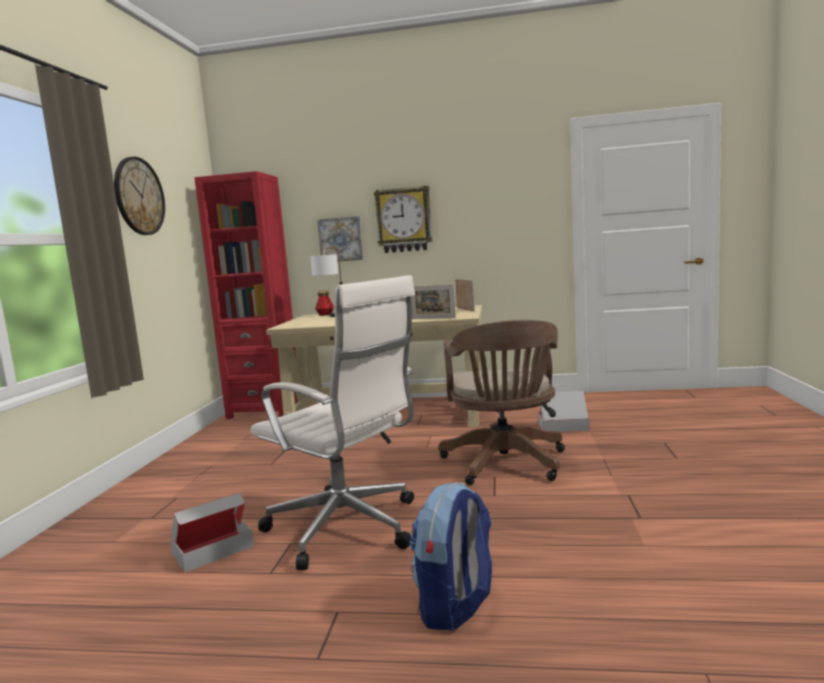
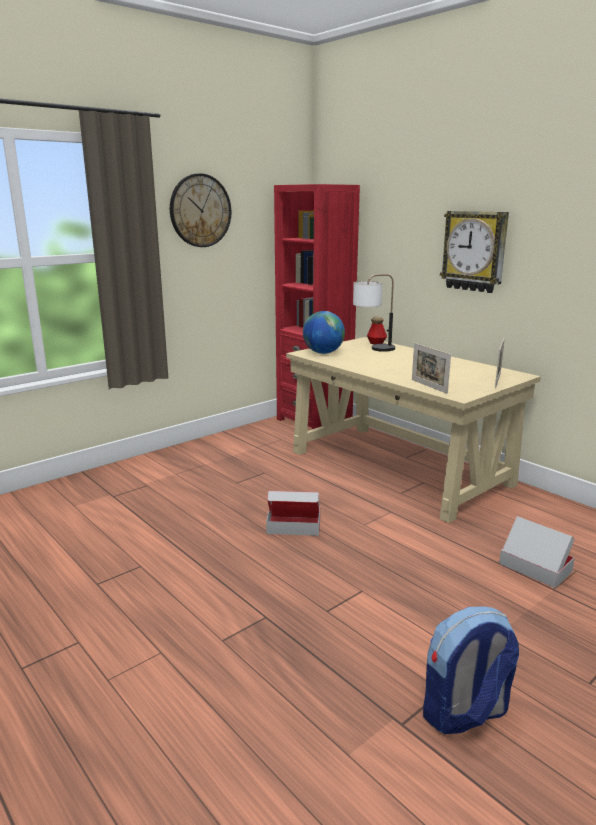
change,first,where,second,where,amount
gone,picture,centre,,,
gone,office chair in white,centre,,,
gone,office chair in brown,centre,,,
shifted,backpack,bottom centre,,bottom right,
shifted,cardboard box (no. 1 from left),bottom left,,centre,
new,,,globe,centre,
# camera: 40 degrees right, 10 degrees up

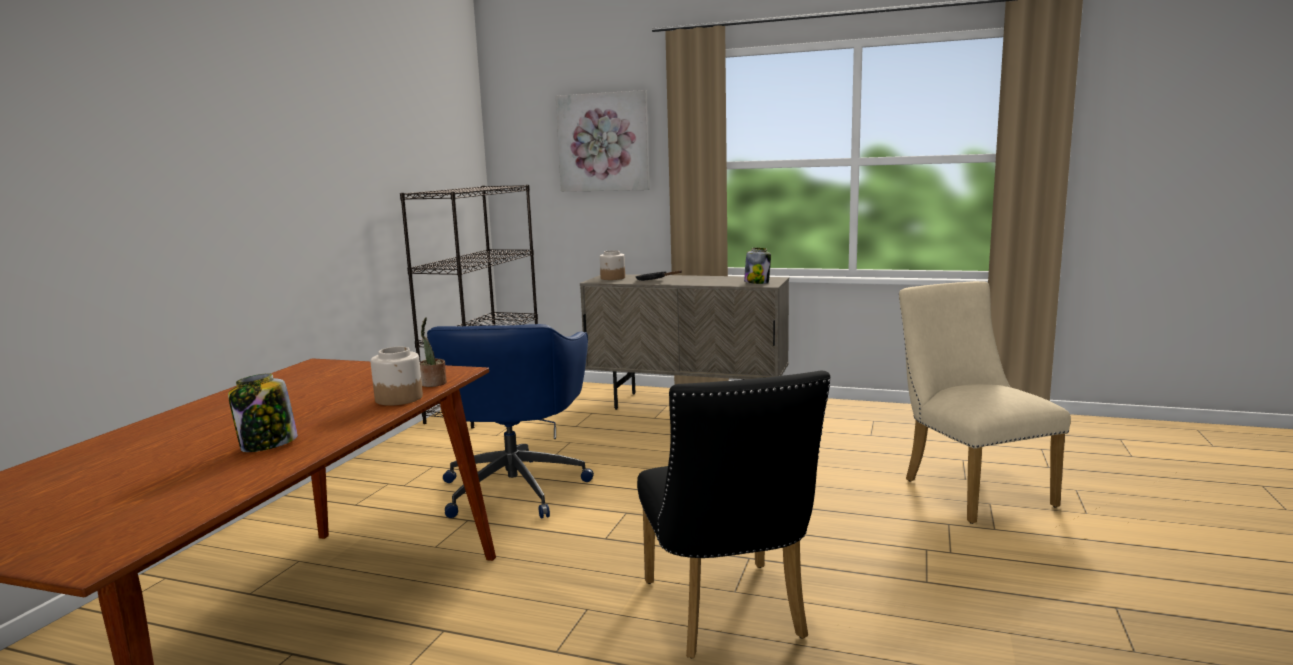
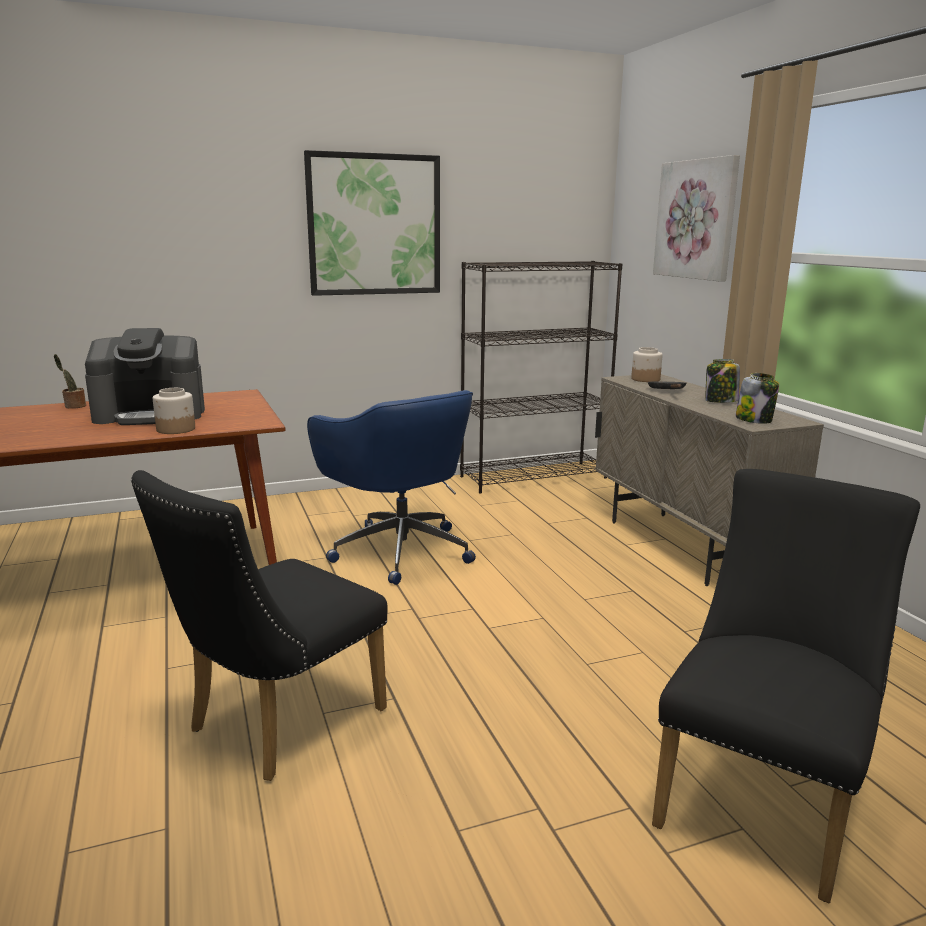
change,first,where,second,where,amount
repainted,chair in beige,middle right,chair in black (no. 2 from left),bottom right,
shifted,potted plant,centre,,middle left,
rotated,office chair in blue,centre,,centre,90 degrees counterclockwise
shifted,jar (no. 1 from left in the first image),middle left,jar (no. 3 from left),middle right,
new,,,picture (no. 1 from left),top centre,
new,,,coffee machine,middle left,
# camera: 50 degrees right, 5 degrees up

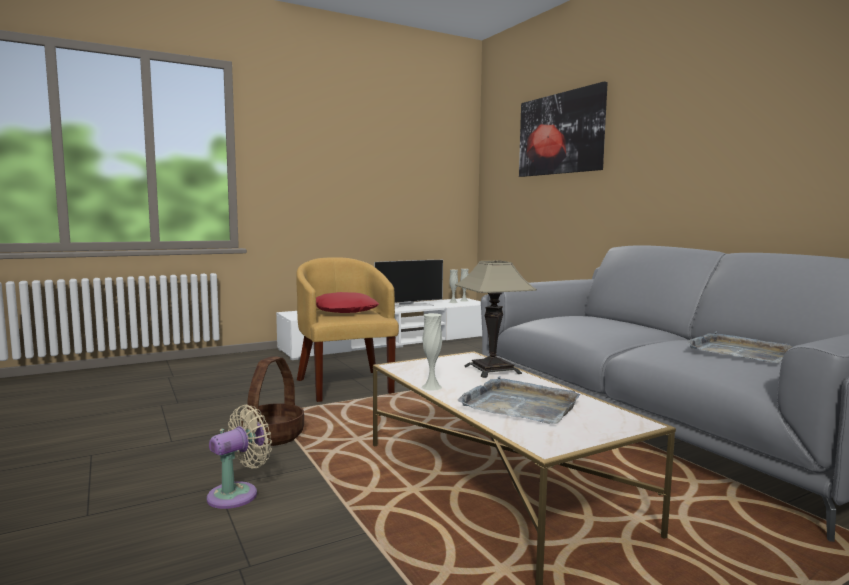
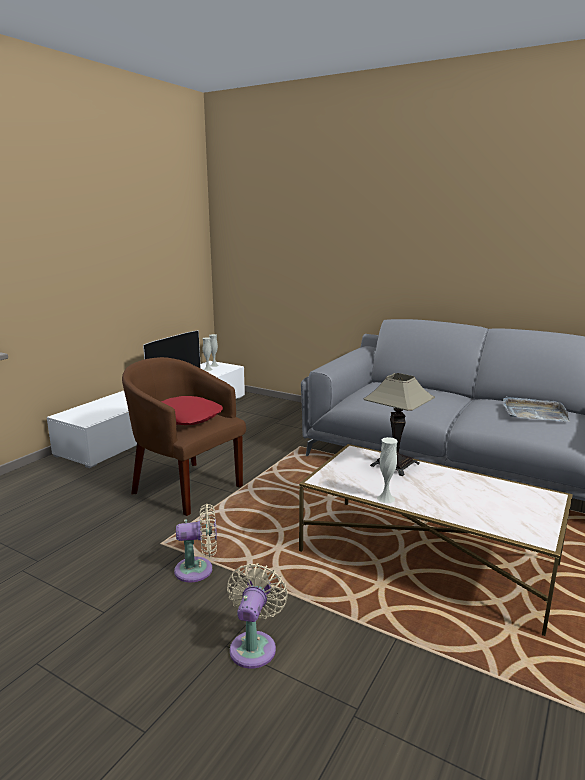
change,first,where,second,where,amount
gone,picture,top centre,,,
repainted,armchair in yellow,centre,armchair in brown,middle left,
swapped,basket,bottom left,fan in beige (no. 1 from left),bottom centre,
gone,tray in grey (no. 1 from left),bottom centre,,,
# camera: 30 degrees left, 10 degrees up

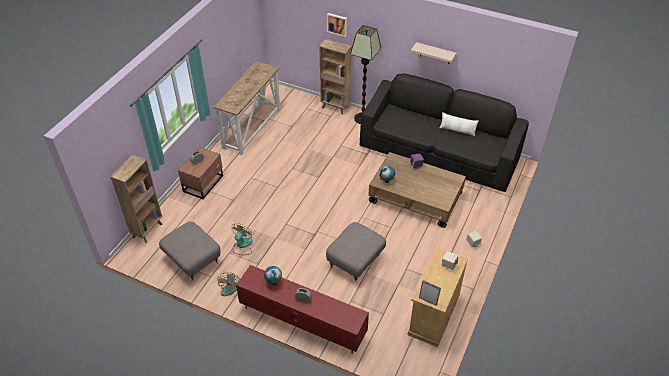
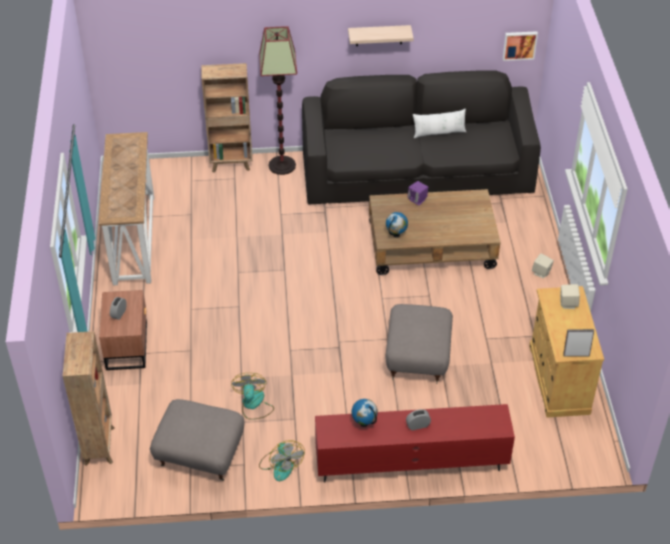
change,first,where,second,where,amount
shifted,picture,top centre,,top right,
# camera: 30 degrees left, 0 degrees up

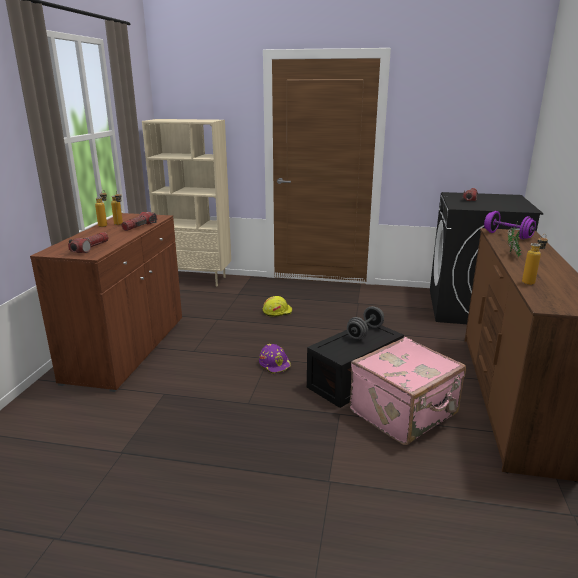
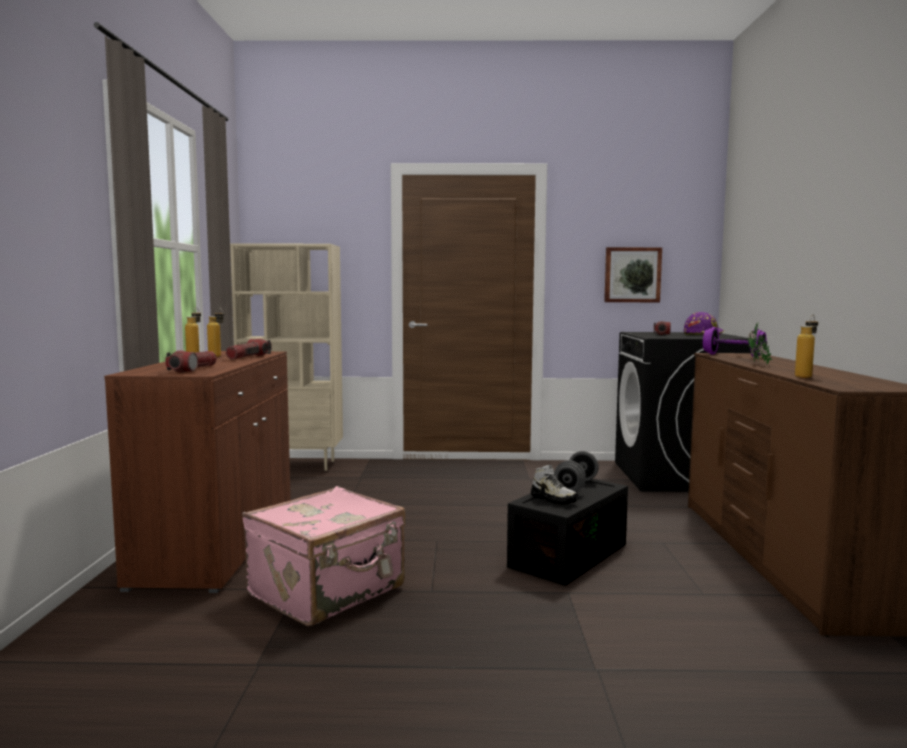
change,first,where,second,where,amount
gone,hard hat in yellow,centre,,,
shifted,suitcase in pink,bottom right,,bottom centre,
shifted,hard hat in purple,centre,,middle right,
new,,,picture,middle right,
new,,,shoe,centre,
# camera: 10 degrees left, 15 degrees down

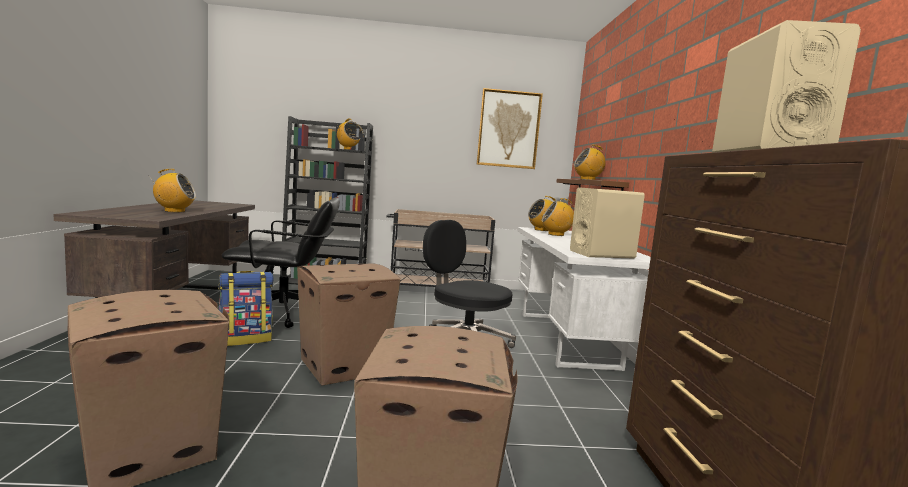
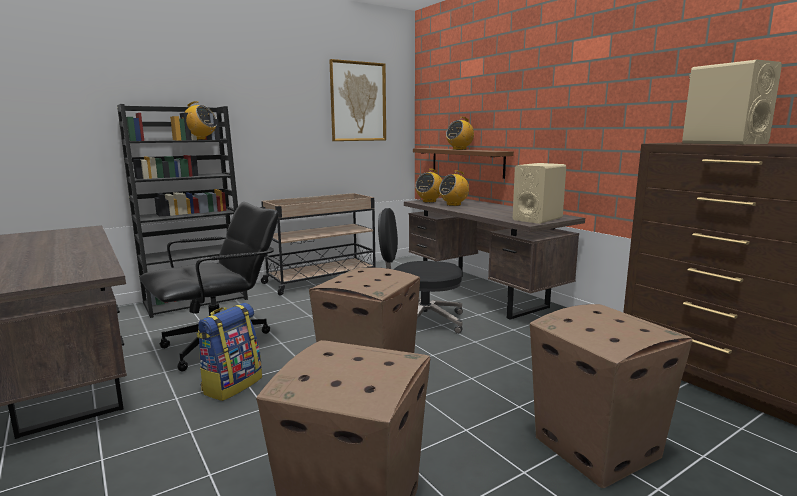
change,first,where,second,where,amount
gone,radio (no. 1 from left),middle left,,,
repainted,desk in white,centre,desk in brown (no. 2 from left),centre,
# camera: 30 degrees left, 5 degrees up

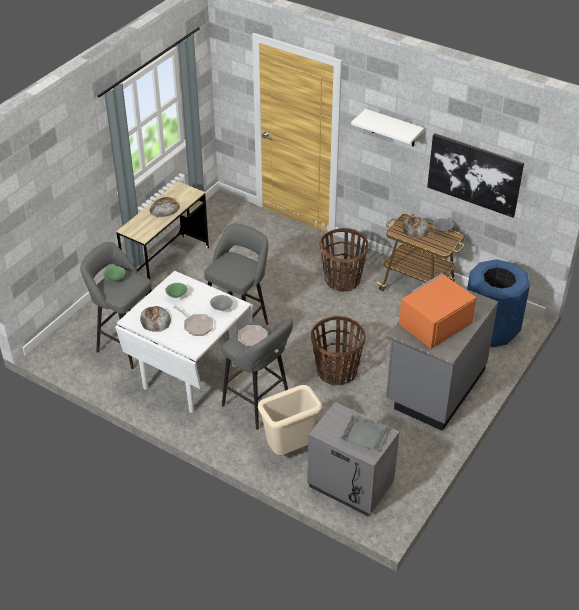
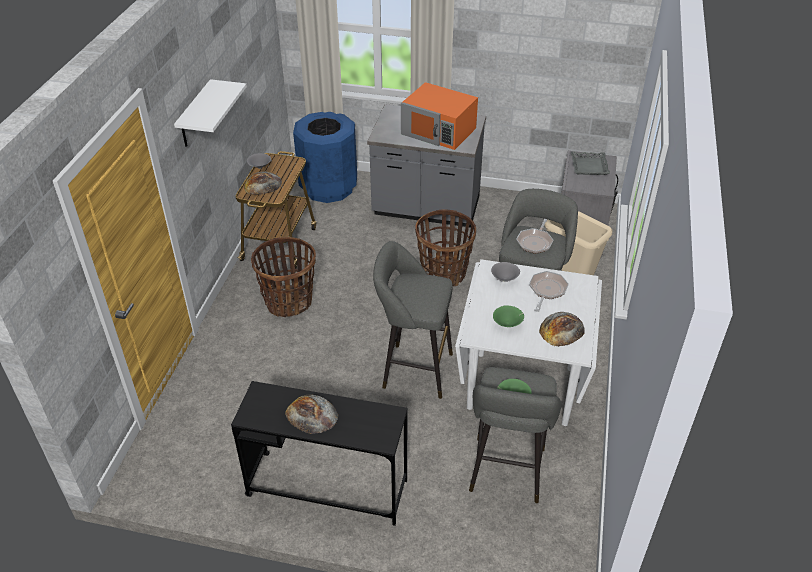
change,first,where,second,where,amount
gone,picture,top right,,,
repainted,desk in beige,middle left,desk in black,bottom centre,
# camera: 110 degrees left, 0 degrees up

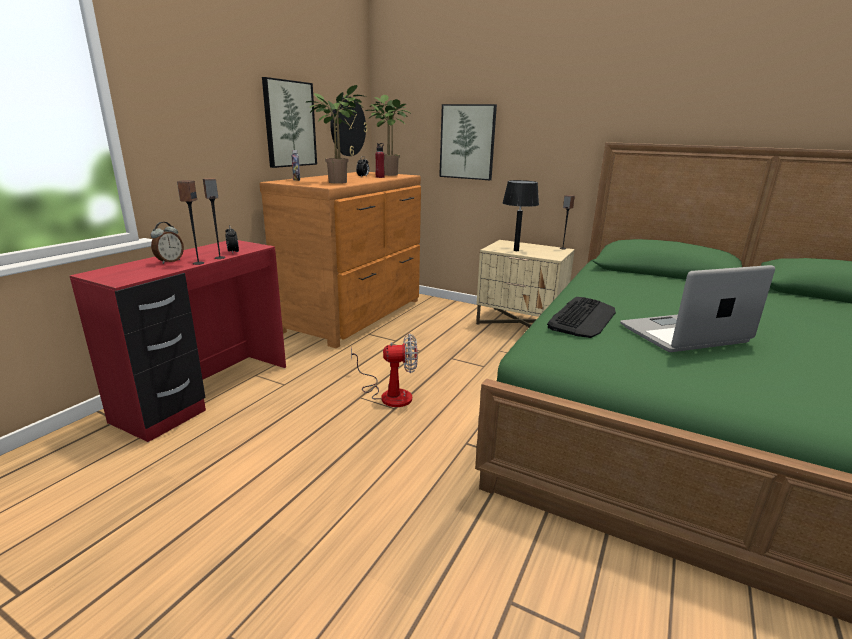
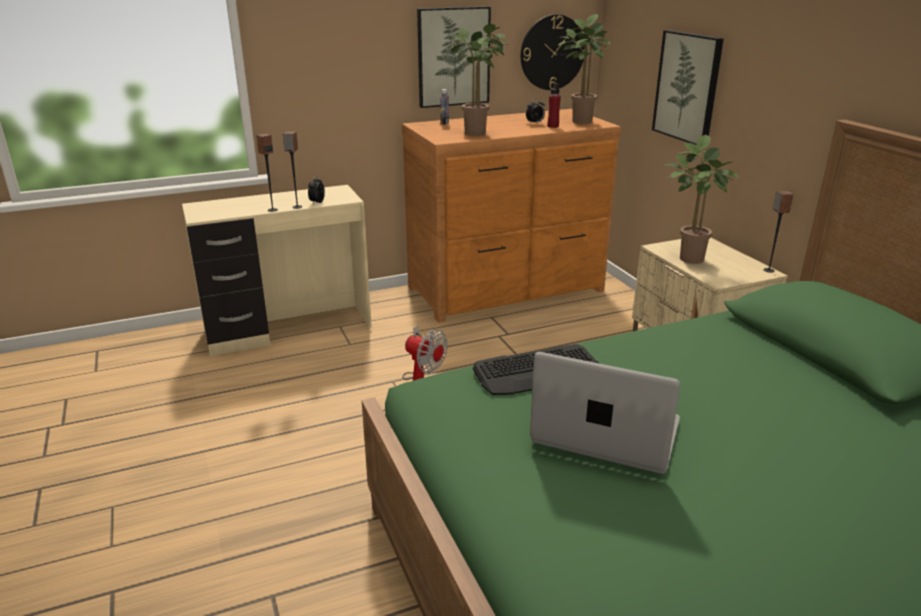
change,first,where,second,where,amount
swapped,table lamp in black,centre,potted plant (no. 3 from left),top right,
gone,alarm clock (no. 1 from left),middle left,,,
repainted,desk in red,middle left,desk in beige,middle left,
# camera: 40 degrees right, 5 degrees up

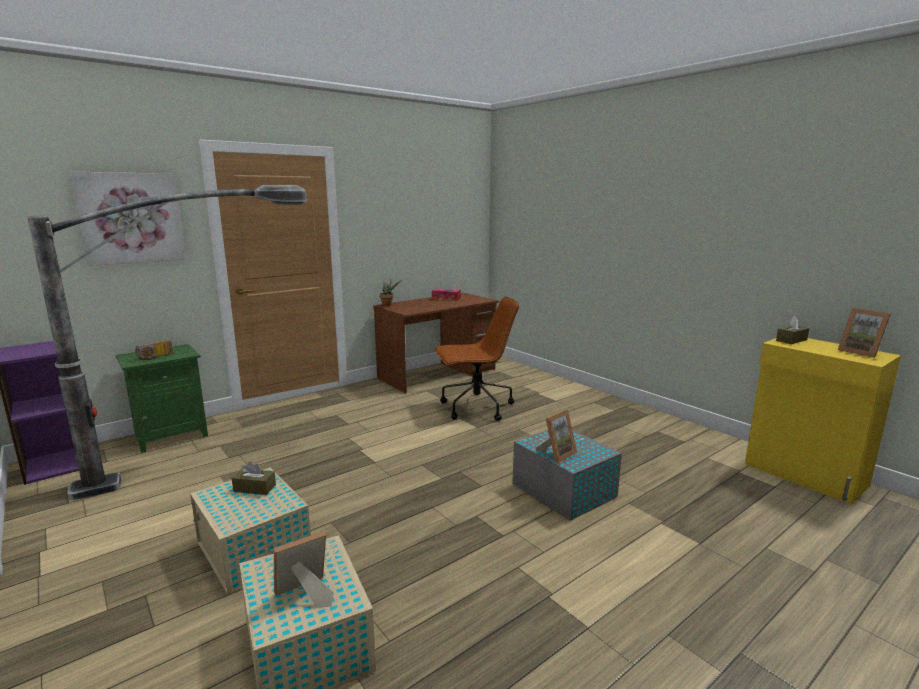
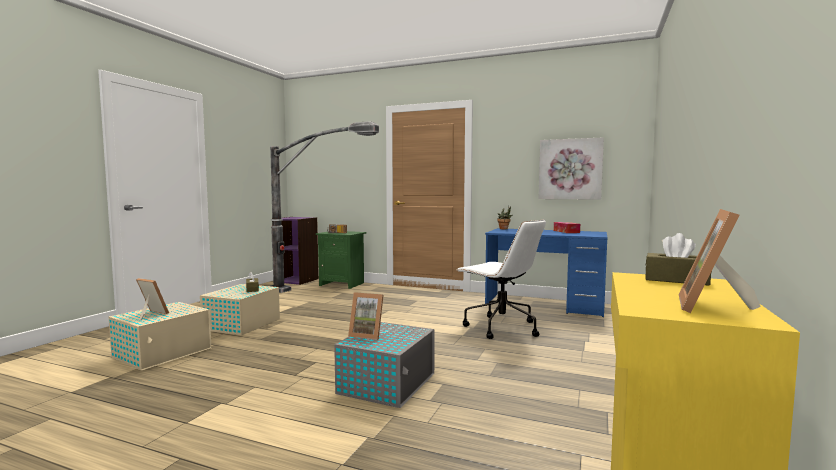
change,first,where,second,where,amount
shifted,picture,top left,,middle right,
repainted,desk in brown,centre,desk in blue,centre,
repainted,office chair in brown,centre,office chair in white,centre,
# camera: 60 degrees right, 10 degrees down

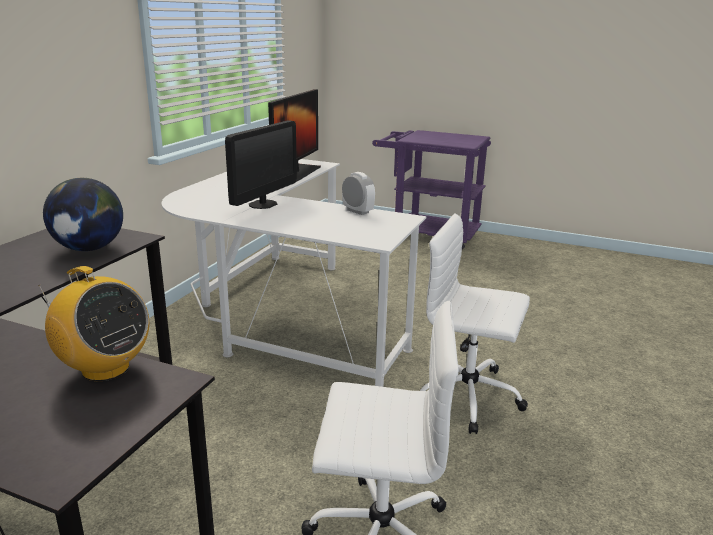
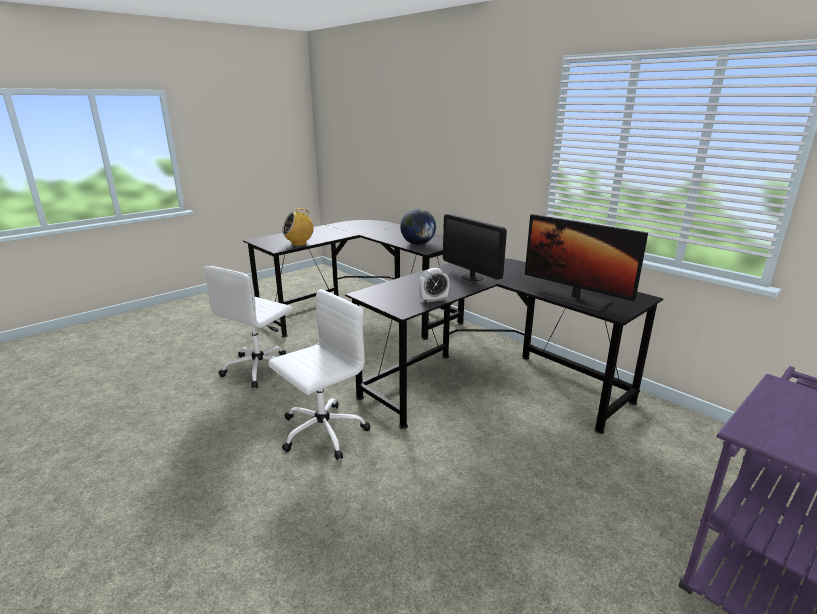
change,first,where,second,where,amount
repainted,desk in white,centre,desk in black (no. 2 from left),centre,
# camera: 115 degrees right, 0 degrees up

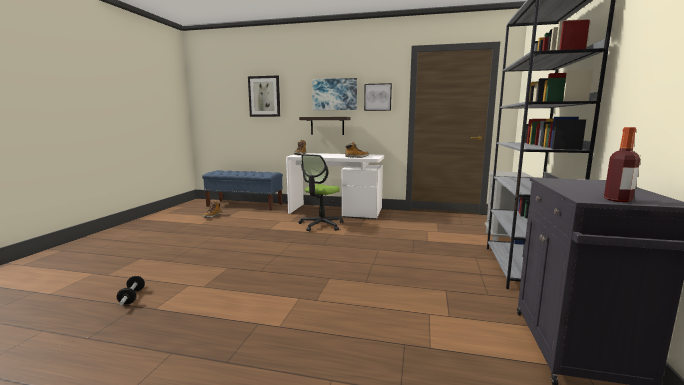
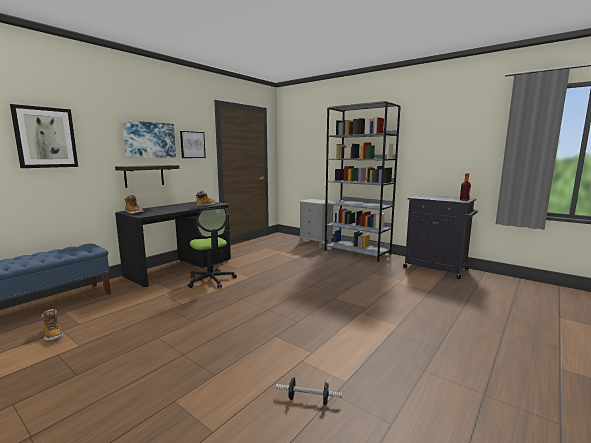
change,first,where,second,where,amount
repainted,desk in white,centre,desk in black,middle left,
# camera: 65 degrees left, 0 degrees up

